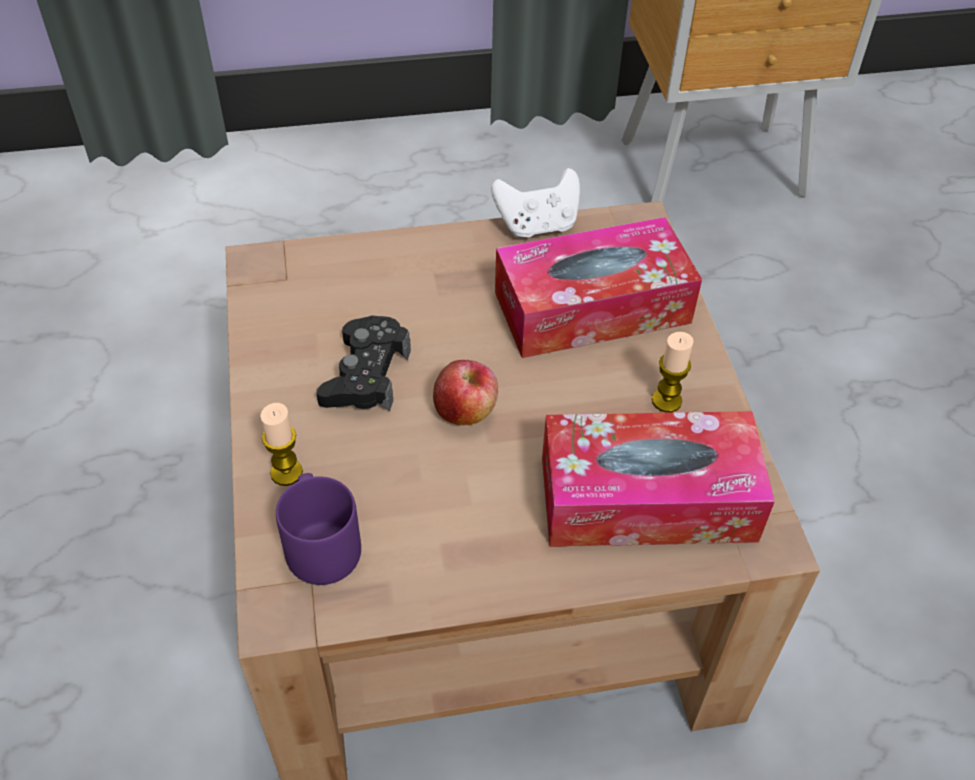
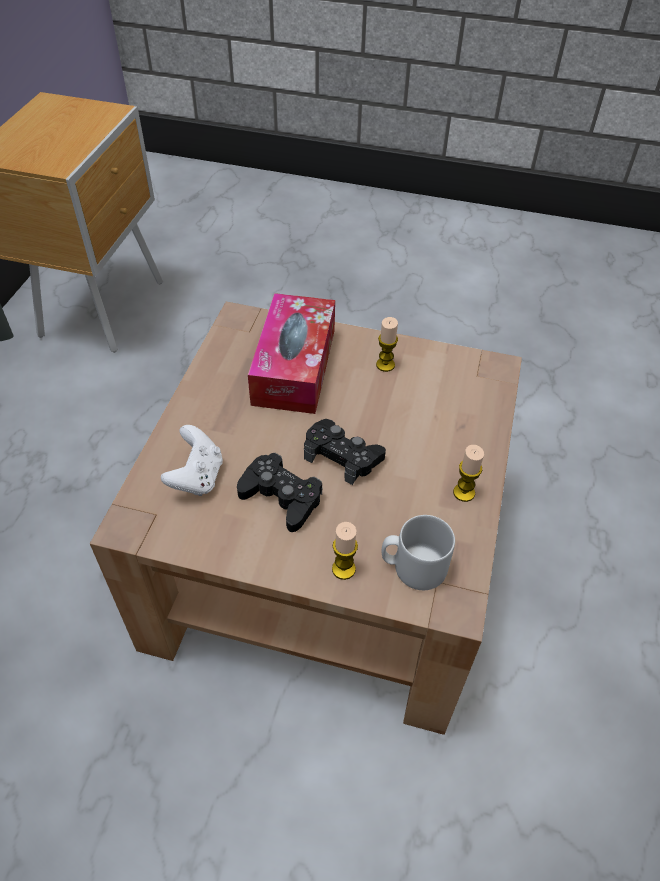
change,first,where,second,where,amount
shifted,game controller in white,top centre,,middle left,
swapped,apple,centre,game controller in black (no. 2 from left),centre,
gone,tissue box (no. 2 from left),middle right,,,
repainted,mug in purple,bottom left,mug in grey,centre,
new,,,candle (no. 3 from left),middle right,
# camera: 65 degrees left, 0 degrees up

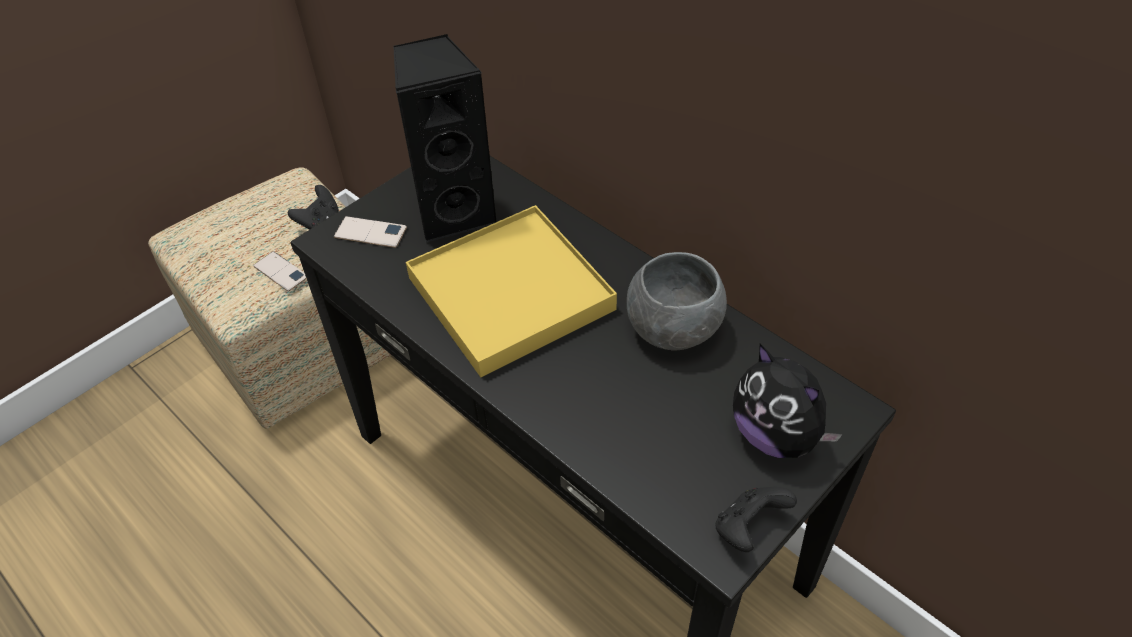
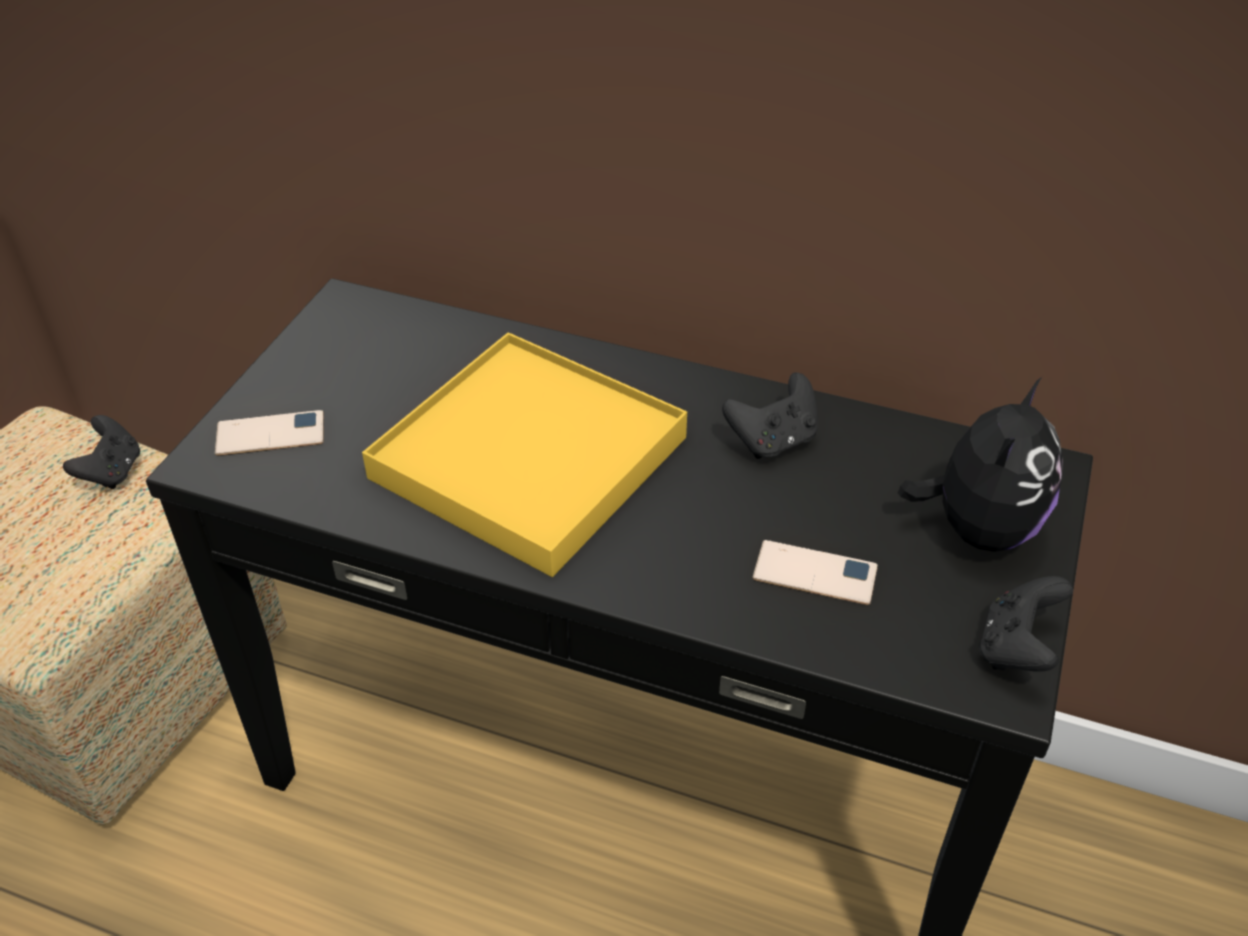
change,first,where,second,where,amount
gone,speaker in black,top centre,,,
shifted,phone (no. 1 from left in the first image),middle left,phone (no. 2 from left),centre,
swapped,bowl in grey,centre,game controller in black (no. 2 from left),centre,
rotated,plush toy,middle right,,middle right,90 degrees counterclockwise
# camera: 25 degrees left, 5 degrees down

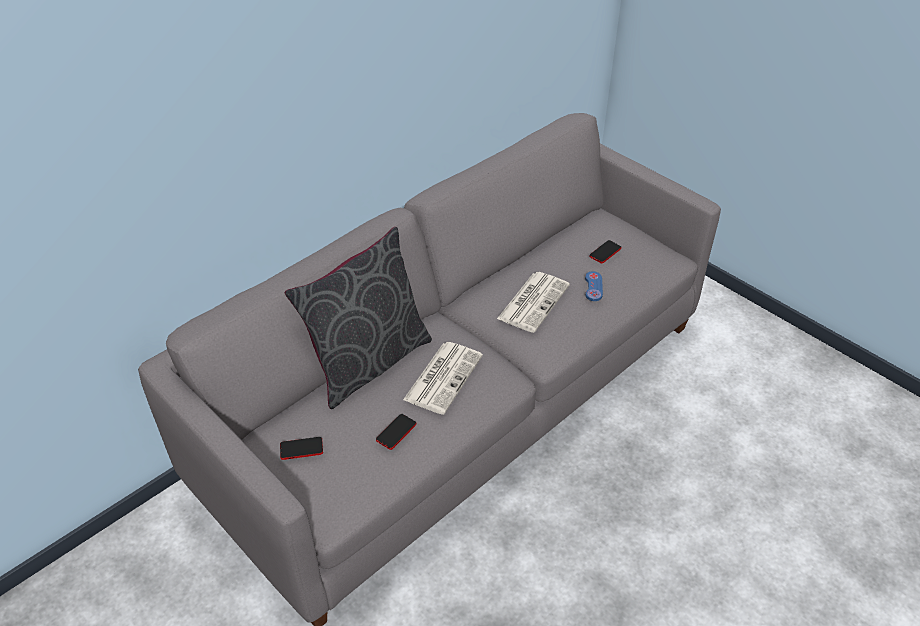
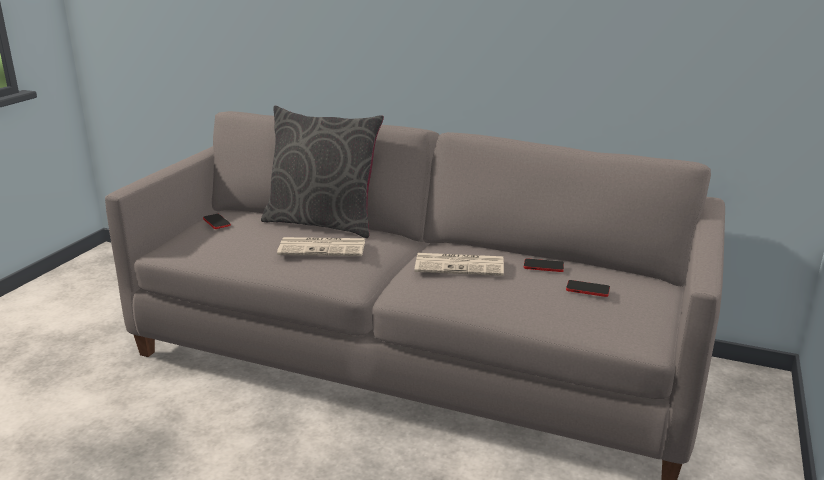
change,first,where,second,where,amount
gone,game controller in blue,centre,,,
shifted,phone (no. 2 from left),bottom centre,,centre,
# camera: 65 degrees right, 20 degrees down

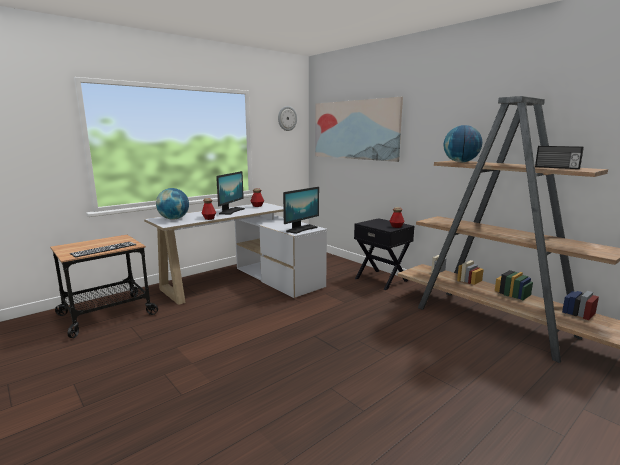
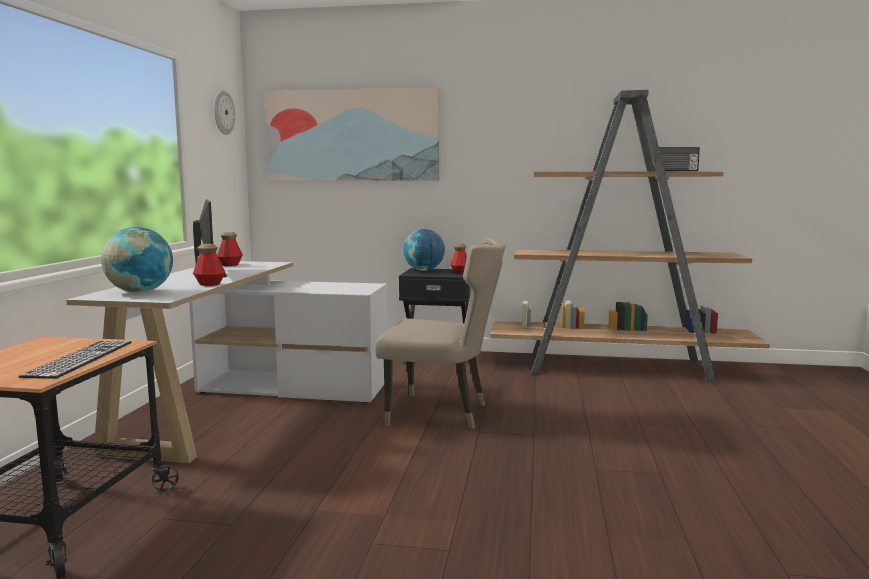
change,first,where,second,where,amount
shifted,globe (no. 2 from left),top right,,centre,
gone,monitor (no. 2 from left),centre,,,
new,,,chair in beige,centre,
# camera: 40 degrees left, 5 degrees down

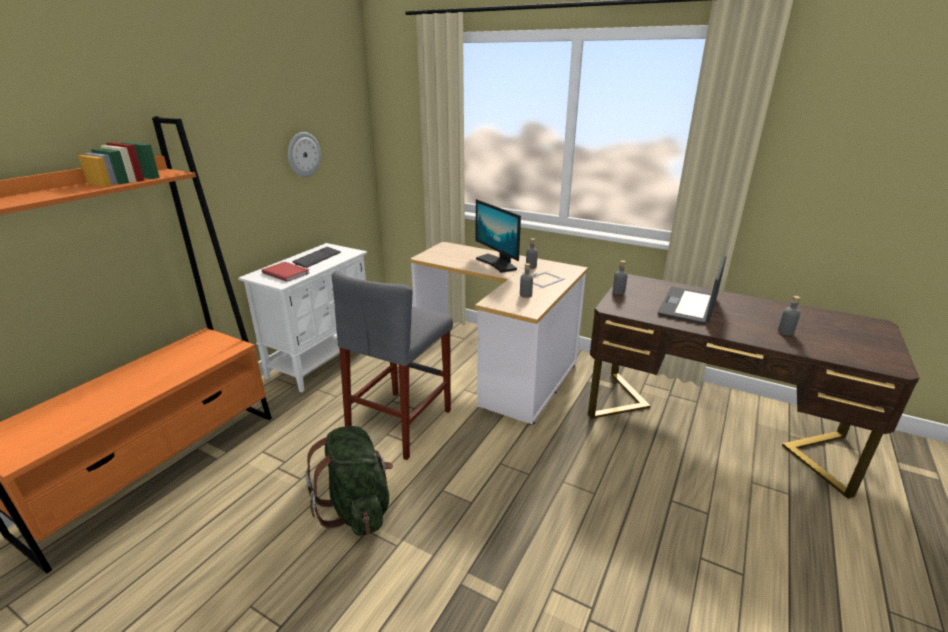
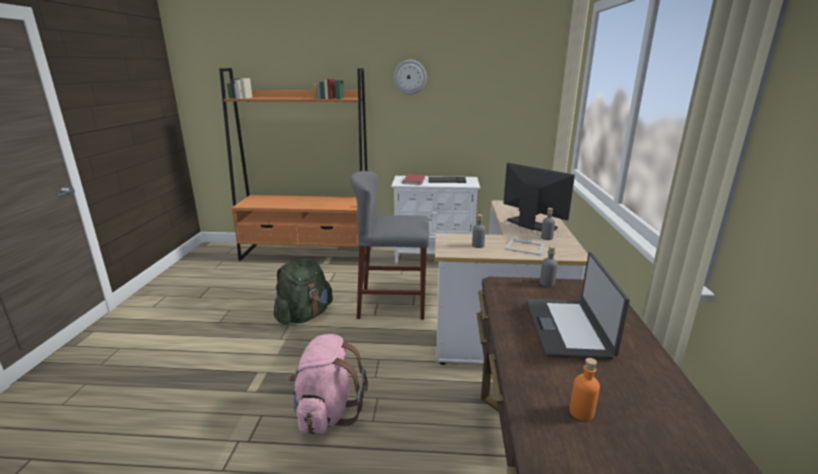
change,first,where,second,where,amount
shifted,wall clock,top left,,top centre,
rotated,monitor,centre,,centre,105 degrees clockwise
rotated,laptop,middle right,,middle right,90 degrees counterclockwise
repainted,bottle in grey (no. 4 from left),middle right,bottle in orange,bottom right,
new,,,backpack in pink,bottom centre,
# camera: 65 degrees right, 5 degrees down

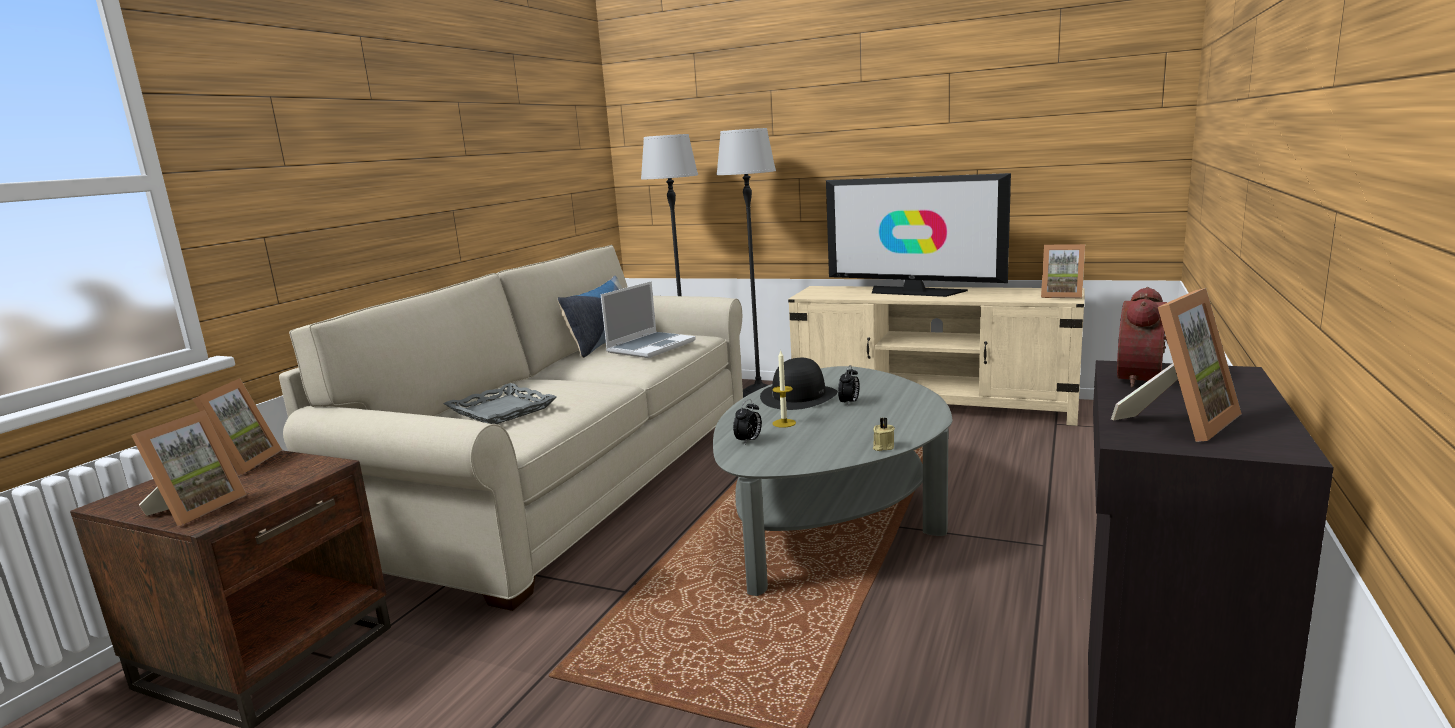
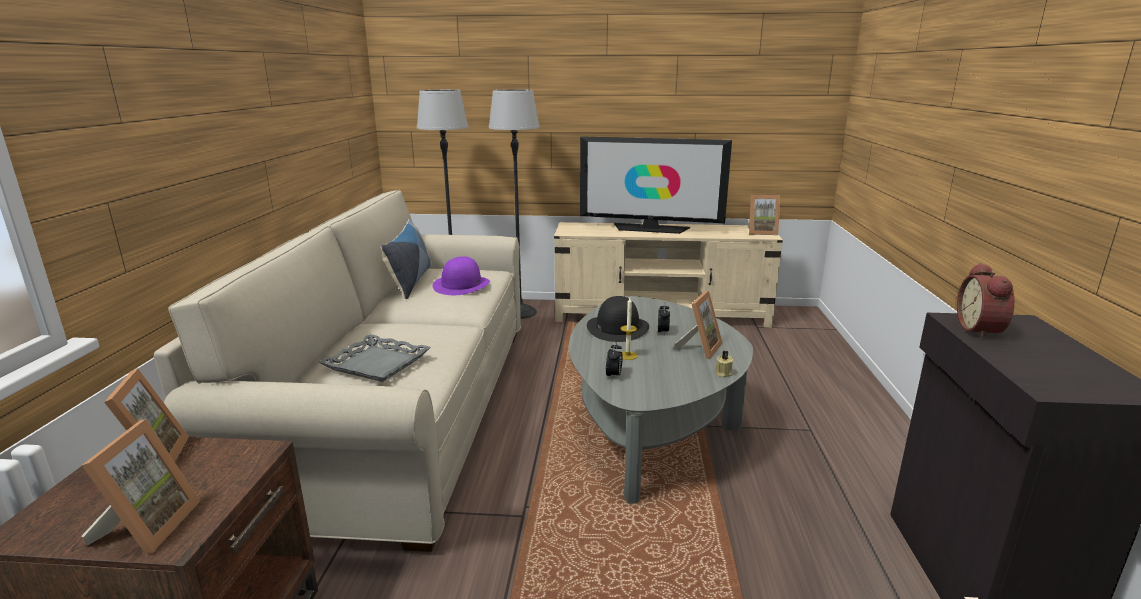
change,first,where,second,where,amount
swapped,laptop,centre,hat in purple,centre,
shifted,picture frame (no. 4 from left in the first image),middle right,picture frame (no. 3 from left),centre,
# camera: 20 degrees left, 5 degrees up

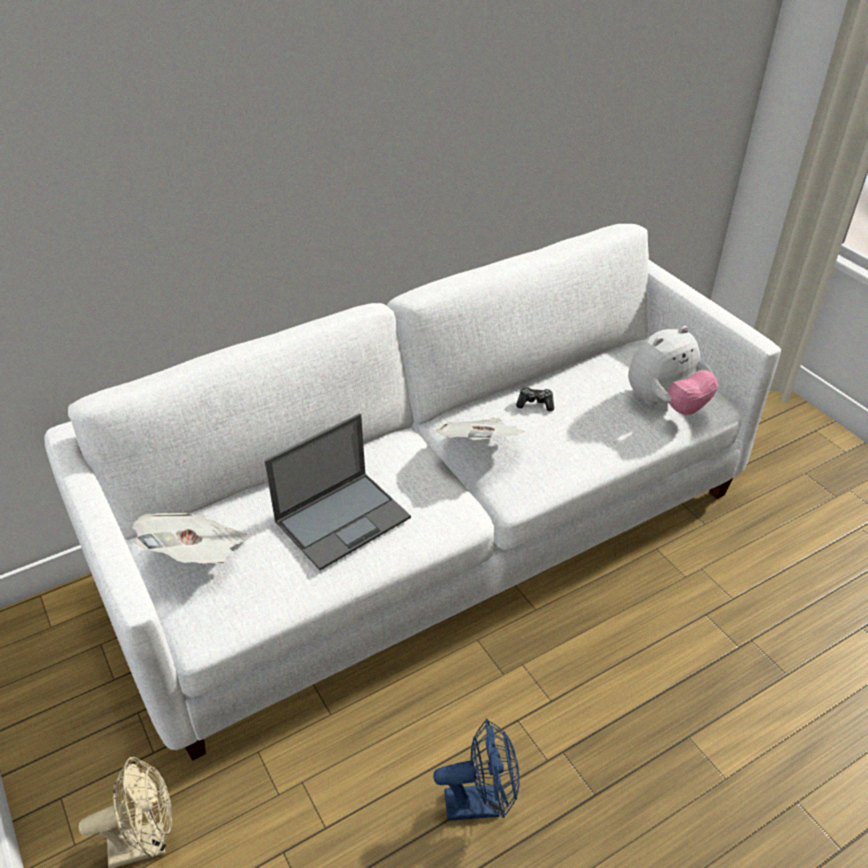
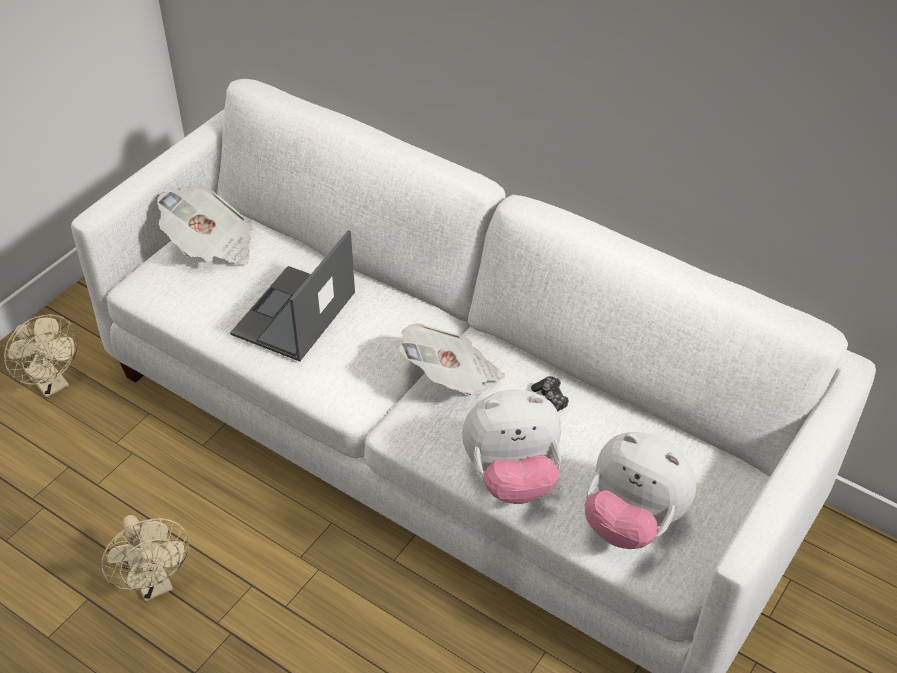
change,first,where,second,where,amount
rotated,laptop,centre,,middle left,90 degrees clockwise
repainted,fan in blue,bottom centre,fan in beige (no. 2 from left),bottom left,
new,,,plush toy (no. 1 from left),centre,
# camera: 65 degrees right, 5 degrees up

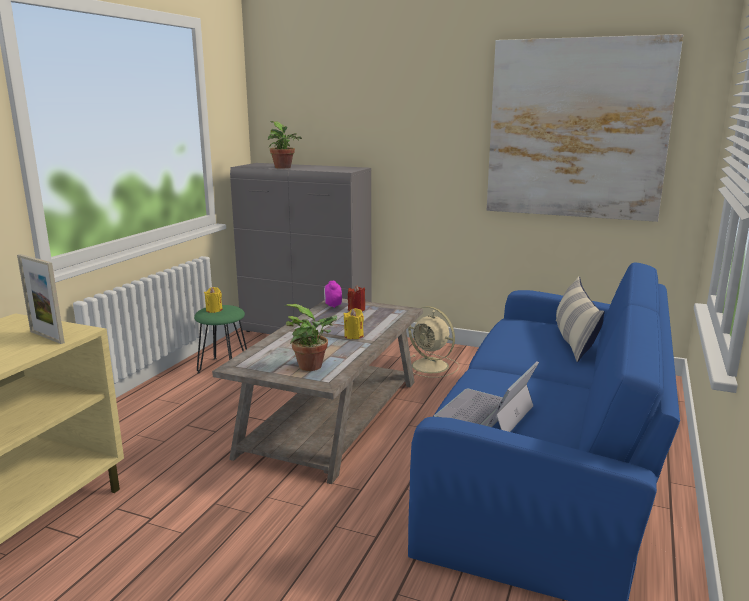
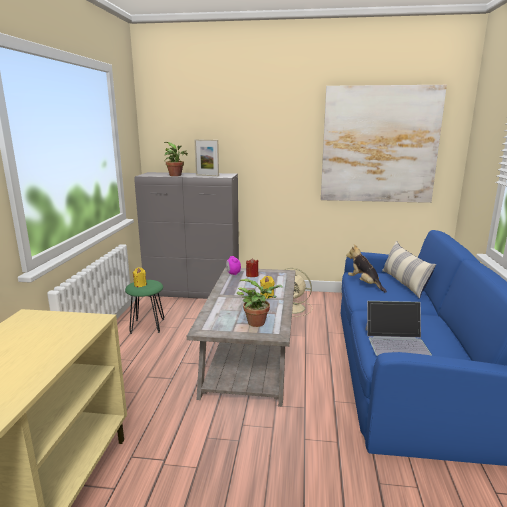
change,first,where,second,where,amount
shifted,picture frame,middle left,,top centre,
rotated,laptop,centre,,middle right,105 degrees counterclockwise
new,,,plush toy,middle right,
# camera: 15 degrees left, 0 degrees up

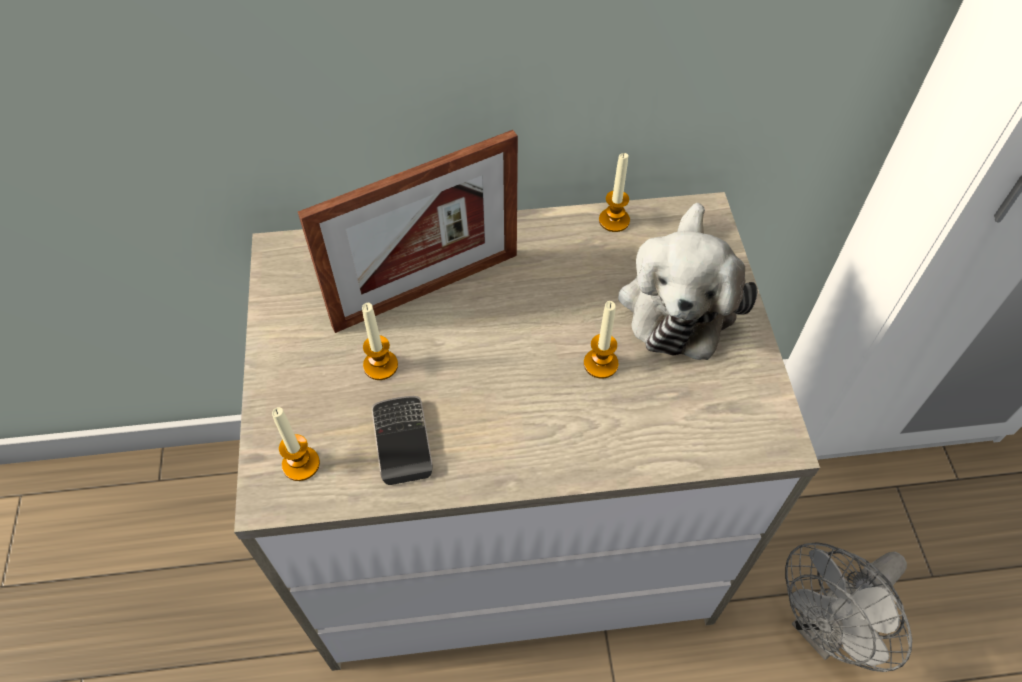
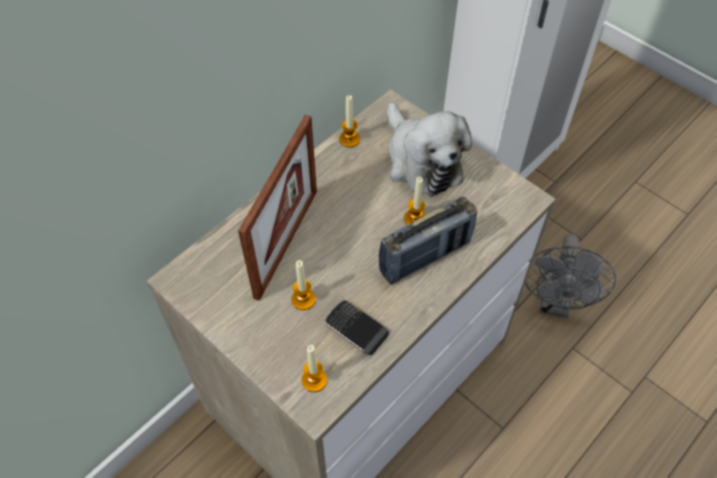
change,first,where,second,where,amount
new,,,radio,centre,
# camera: 40 degrees left, 0 degrees up

